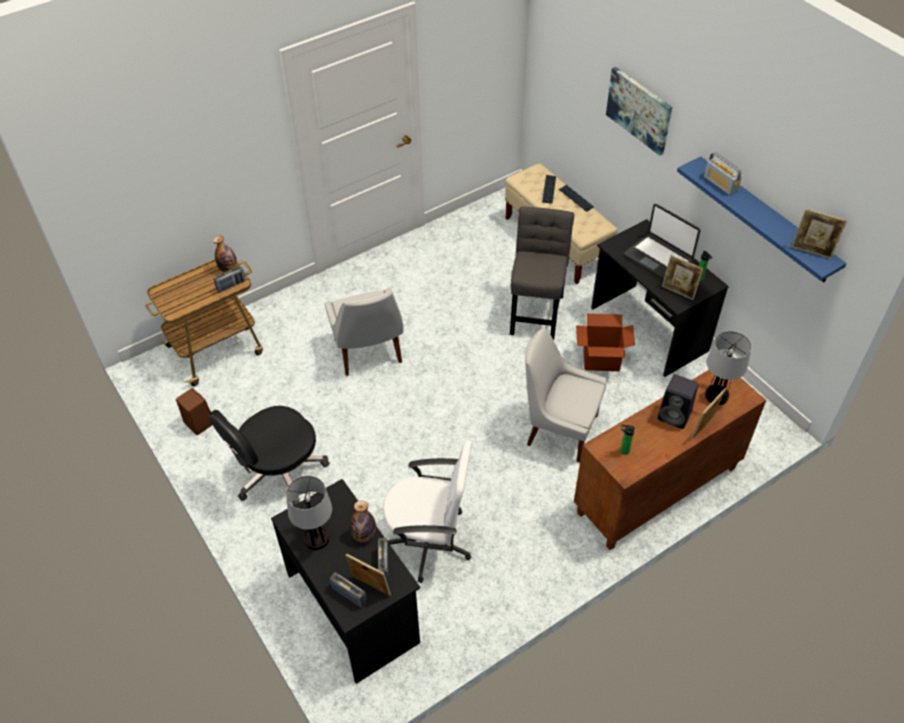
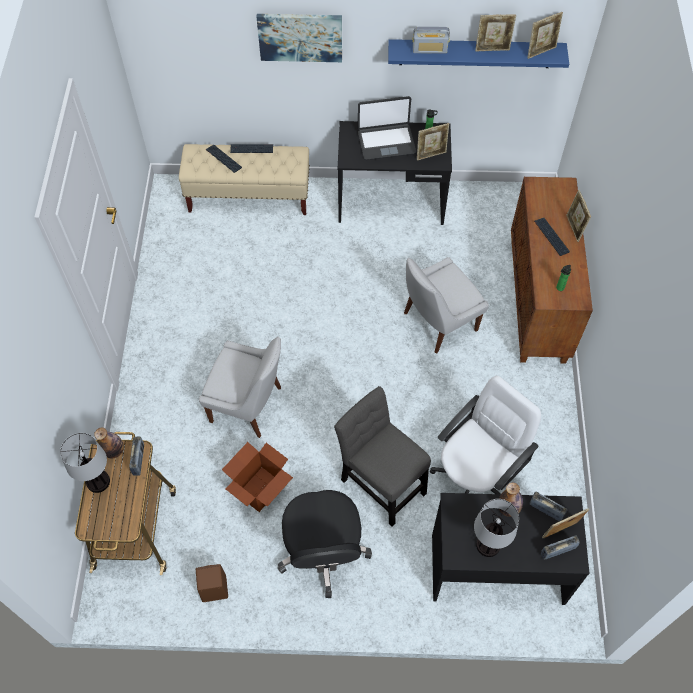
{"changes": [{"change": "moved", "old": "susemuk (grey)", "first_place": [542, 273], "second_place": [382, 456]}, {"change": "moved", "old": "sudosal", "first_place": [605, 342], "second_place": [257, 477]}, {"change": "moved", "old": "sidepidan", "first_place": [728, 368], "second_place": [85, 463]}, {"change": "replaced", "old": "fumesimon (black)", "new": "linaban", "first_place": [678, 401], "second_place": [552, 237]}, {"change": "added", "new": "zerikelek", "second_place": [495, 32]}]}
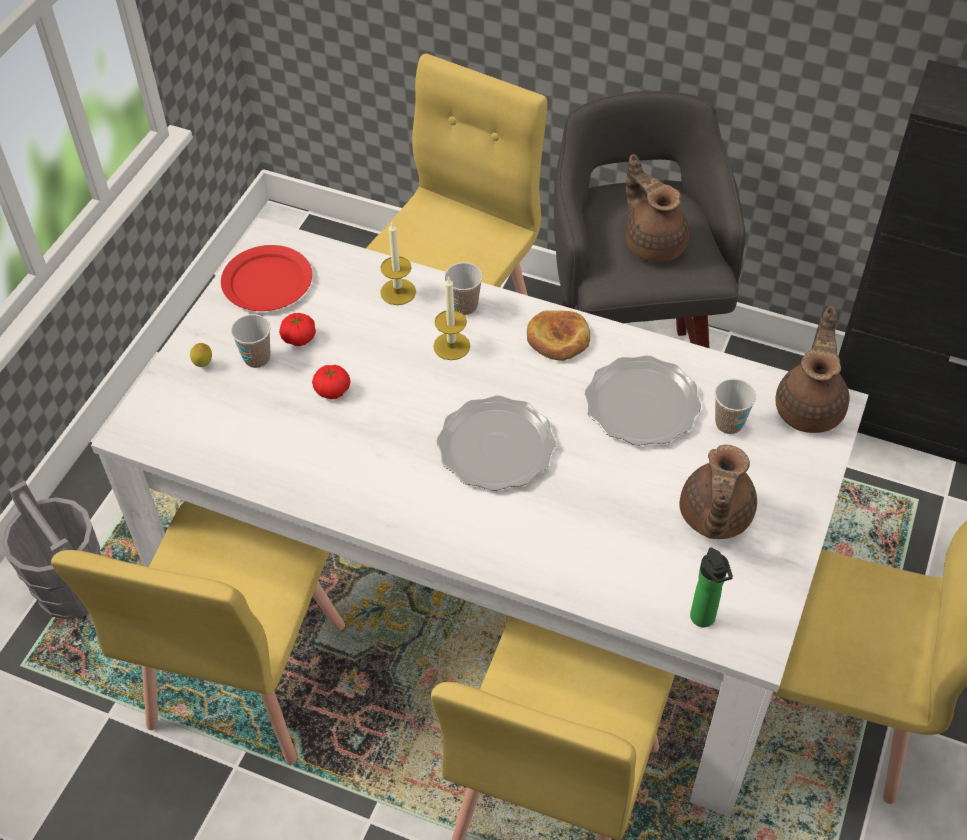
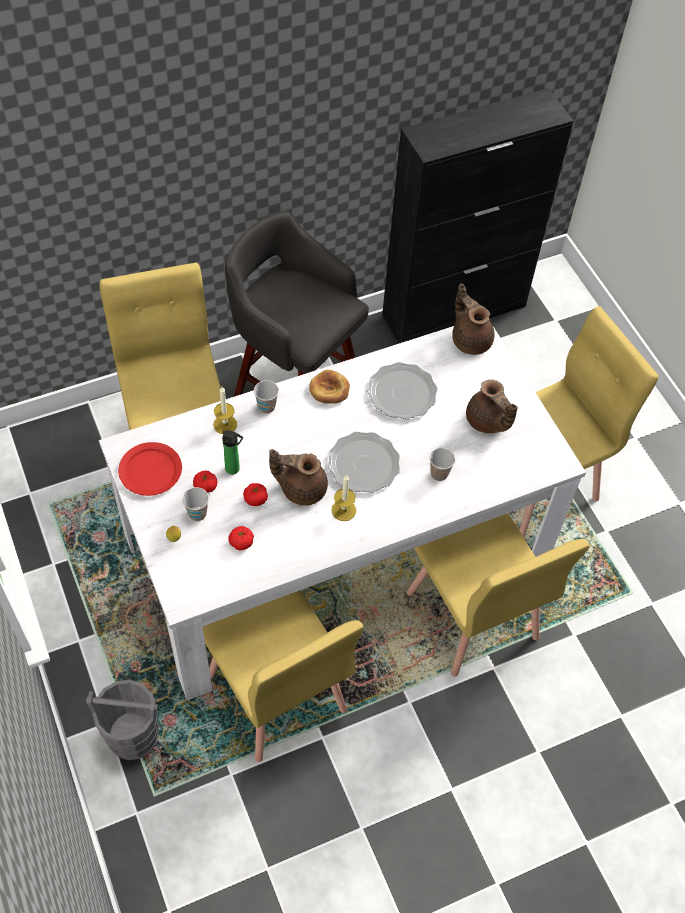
{"changes": [{"change": "moved", "old": "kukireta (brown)", "first_place": [657, 208], "second_place": [298, 477]}, {"change": "moved", "old": "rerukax", "first_place": [451, 318], "second_place": [343, 498]}, {"change": "moved", "old": "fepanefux", "first_place": [735, 406], "second_place": [442, 464]}, {"change": "moved", "old": "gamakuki", "first_place": [711, 587], "second_place": [232, 452]}, {"change": "added", "new": "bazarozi", "second_place": [241, 538]}]}
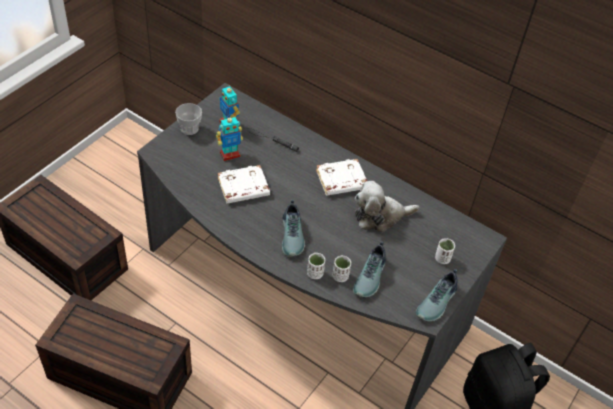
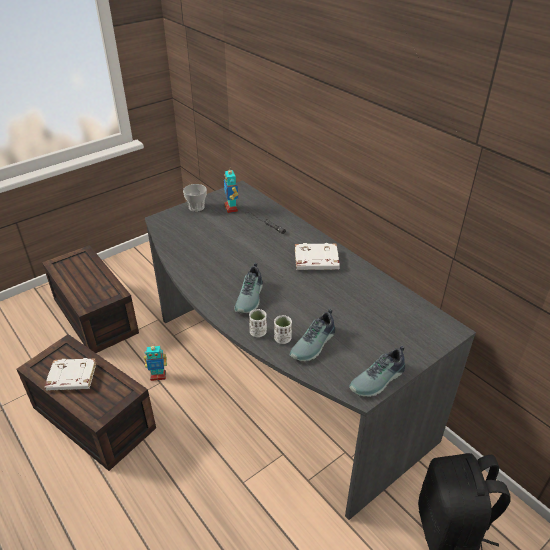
{"changes": [{"change": "moved", "old": "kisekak", "first_place": [229, 138], "second_place": [155, 362]}, {"change": "moved", "old": "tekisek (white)", "first_place": [243, 184], "second_place": [71, 374]}, {"change": "removed", "old": "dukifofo", "first_place": [387, 206]}, {"change": "removed", "old": "fepanefux (white)", "first_place": [445, 251]}]}
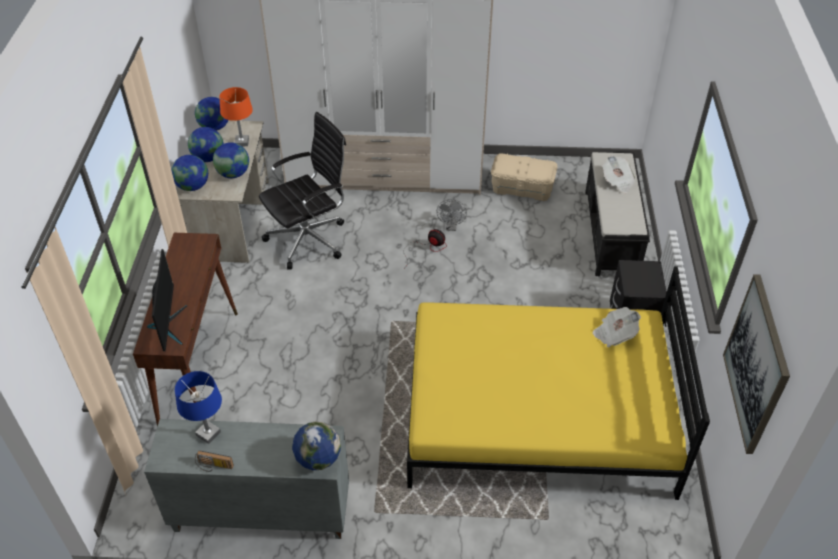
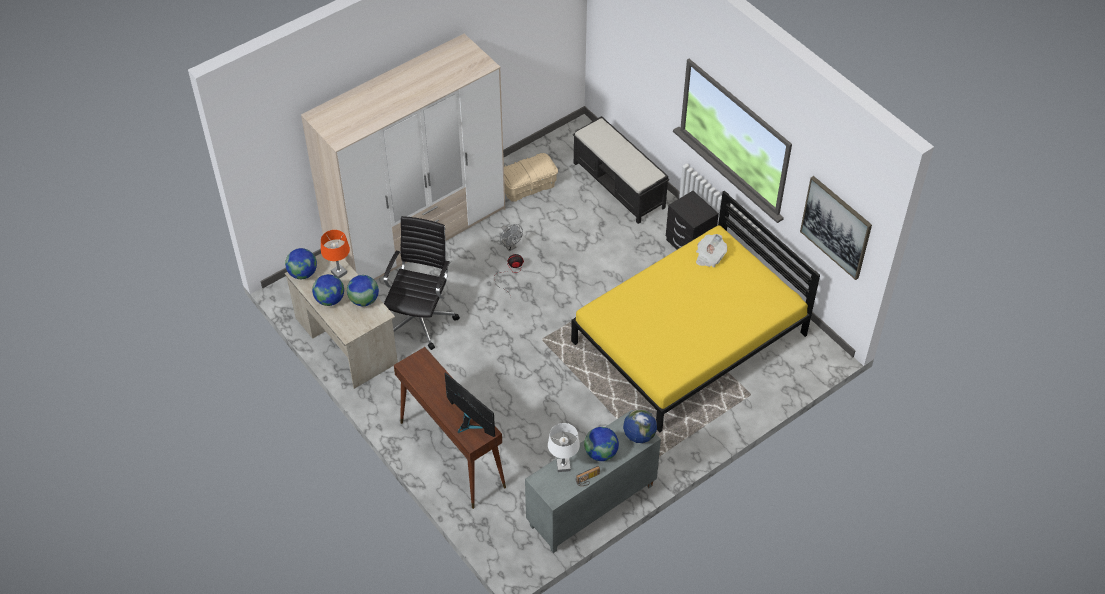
{"changes": [{"change": "moved", "old": "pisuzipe", "first_place": [189, 173], "second_place": [601, 444]}, {"change": "removed", "old": "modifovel", "first_place": [620, 174]}, {"change": "recoloured", "old": "sidepidan (blue)", "new": "sidepidan (white)", "first_place": [198, 407], "second_place": [564, 447]}]}
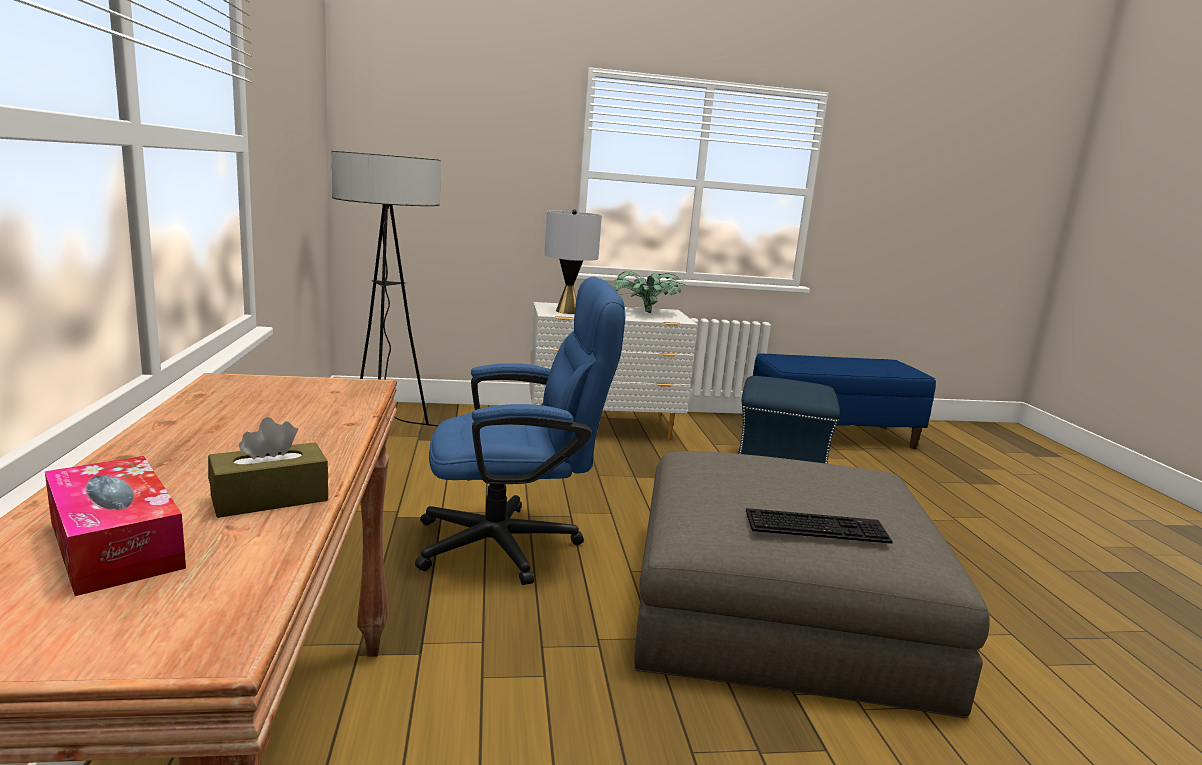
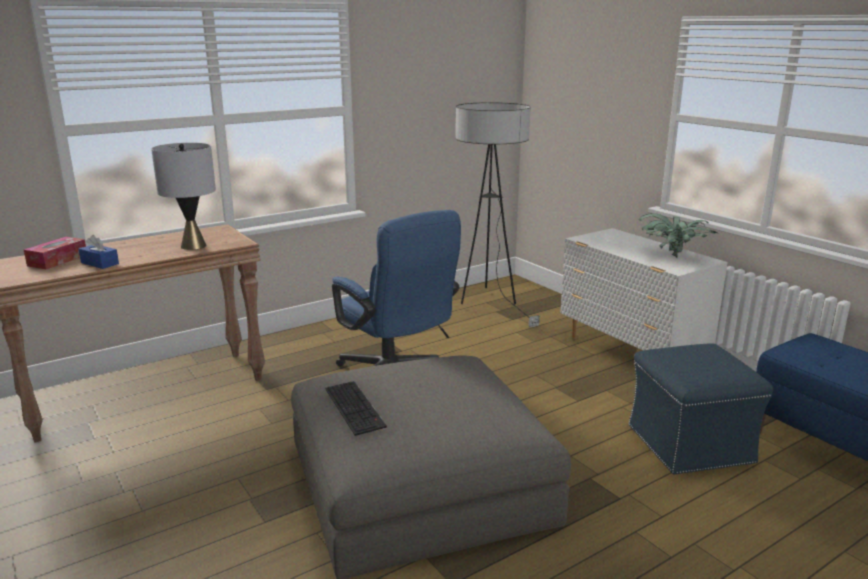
{"changes": [{"change": "moved", "old": "sidepidan (grey)", "first_place": [573, 261], "second_place": [183, 196]}, {"change": "recoloured", "old": "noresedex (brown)", "new": "noresedex (blue)", "first_place": [268, 467], "second_place": [99, 252]}]}
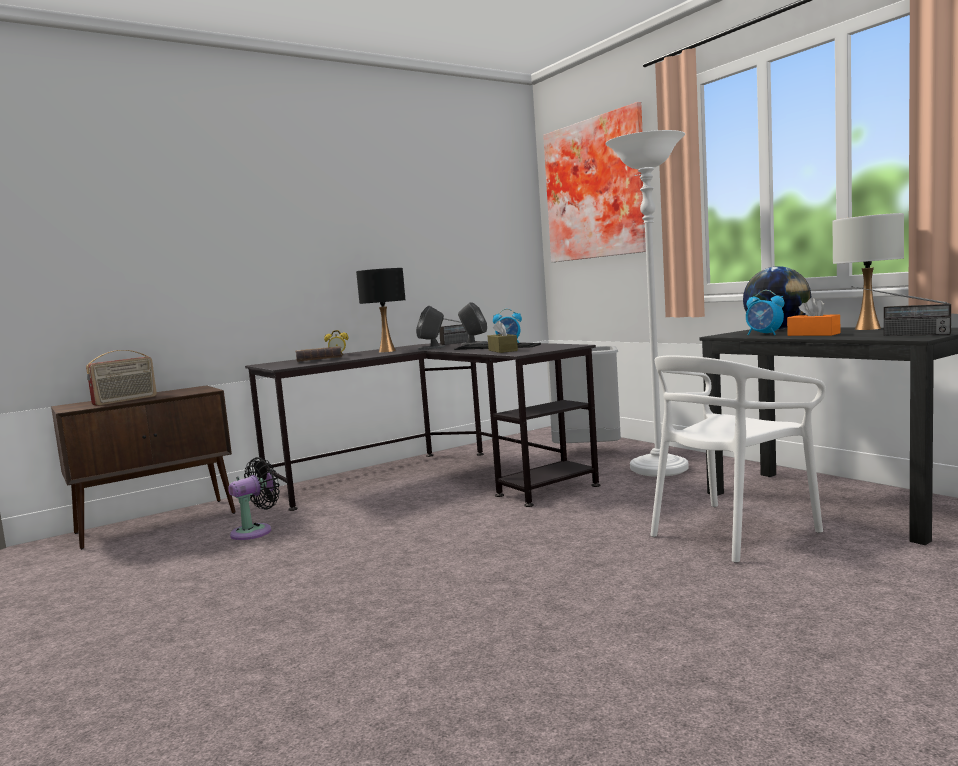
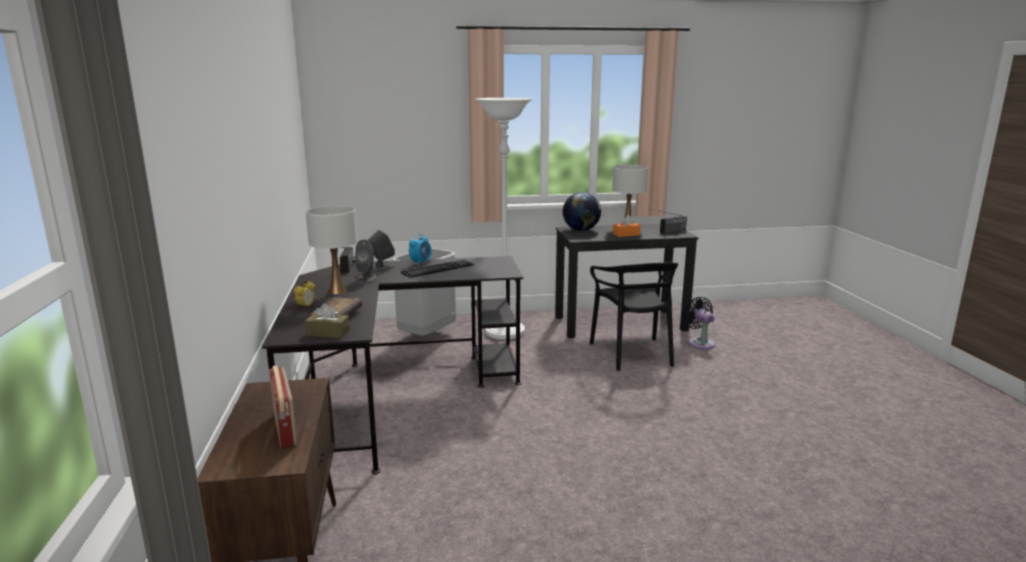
{"changes": [{"change": "removed", "old": "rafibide", "first_place": [594, 182]}, {"change": "recoloured", "old": "sidepidan (black)", "new": "sidepidan (white)", "first_place": [380, 310], "second_place": [332, 249]}, {"change": "removed", "old": "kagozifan", "first_place": [765, 312]}, {"change": "moved", "old": "noresedex (brown)", "first_place": [503, 336], "second_place": [327, 320]}, {"change": "recoloured", "old": "susemuk (white)", "new": "susemuk (black)", "first_place": [738, 459], "second_place": [634, 316]}, {"change": "moved", "old": "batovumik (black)", "first_place": [254, 498], "second_place": [699, 323]}]}
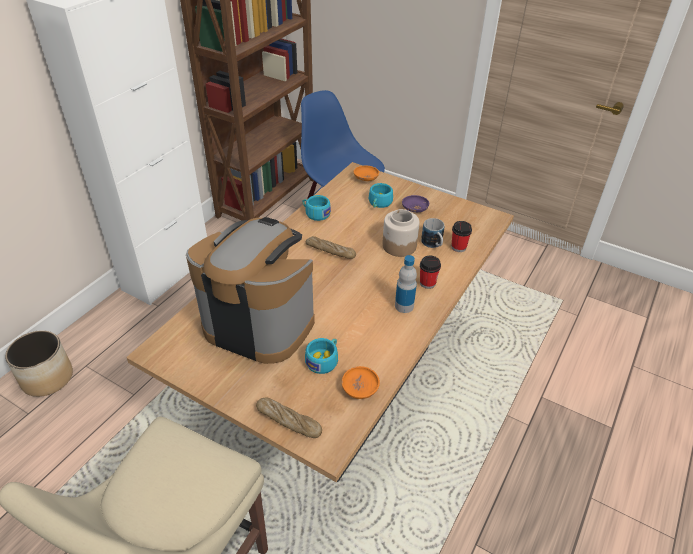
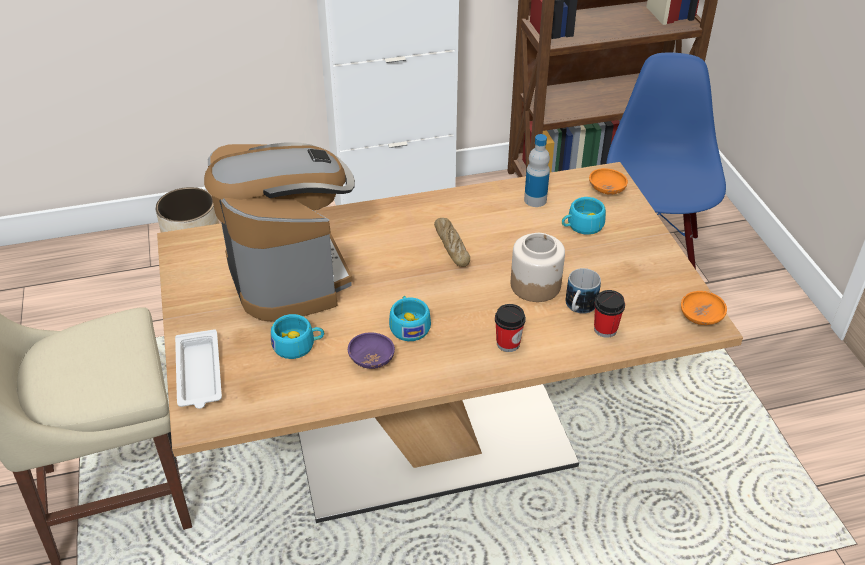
{"changes": [{"change": "moved", "old": "fepanefux (turquoise)", "first_place": [316, 208], "second_place": [410, 318]}, {"change": "moved", "old": "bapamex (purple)", "first_place": [415, 203], "second_place": [371, 351]}, {"change": "moved", "old": "gamakuki", "first_place": [406, 284], "second_place": [537, 170]}, {"change": "moved", "old": "bapamex (orange)", "first_place": [361, 382], "second_place": [704, 308]}, {"change": "replaced", "old": "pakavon", "new": "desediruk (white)", "first_place": [289, 418], "second_place": [198, 369]}]}
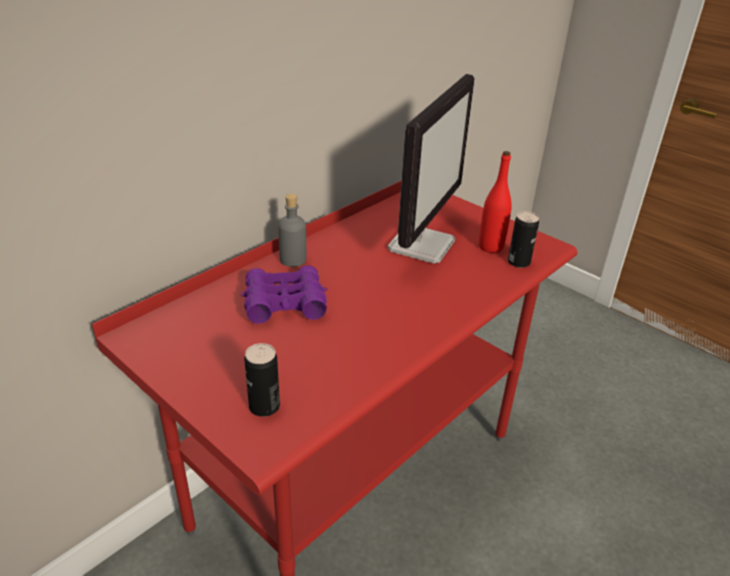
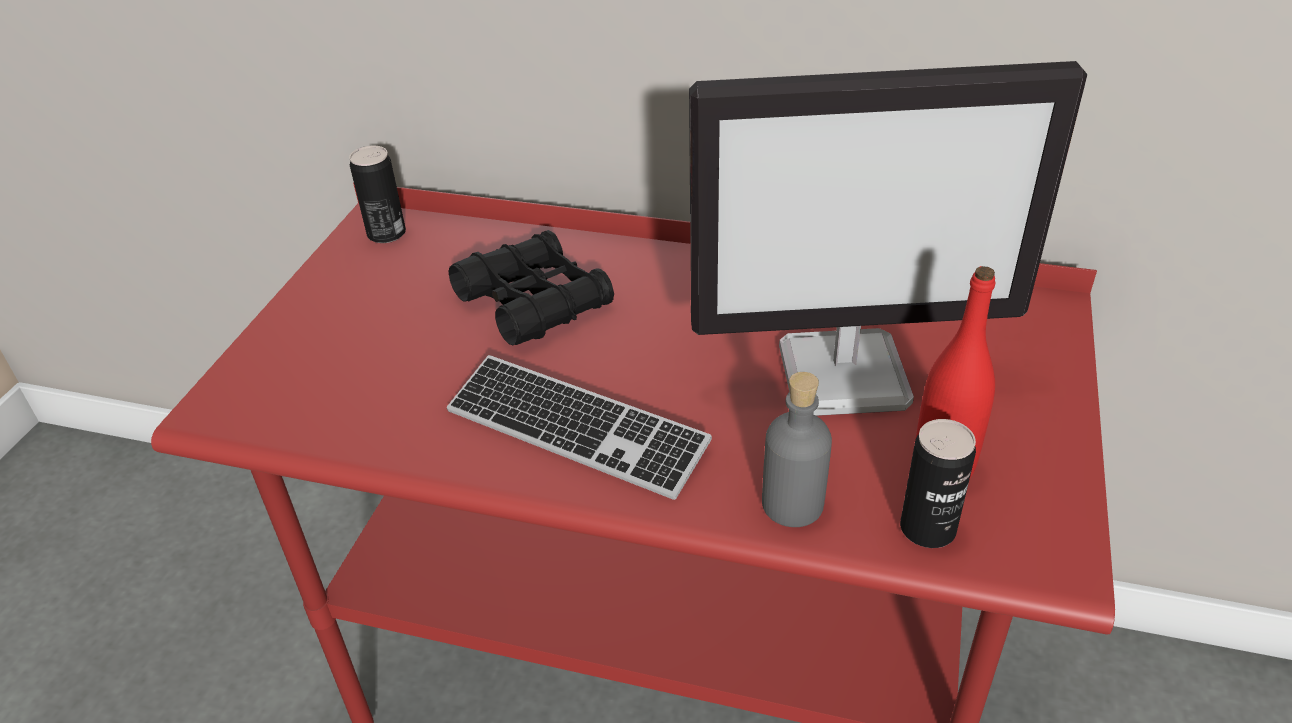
{"changes": [{"change": "moved", "old": "gamakuki (grey)", "first_place": [292, 230], "second_place": [797, 449]}, {"change": "recoloured", "old": "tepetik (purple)", "new": "tepetik (black)", "first_place": [284, 294], "second_place": [531, 287]}, {"change": "moved", "old": "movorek", "first_place": [262, 380], "second_place": [377, 194]}, {"change": "added", "new": "linaban", "second_place": [579, 427]}]}
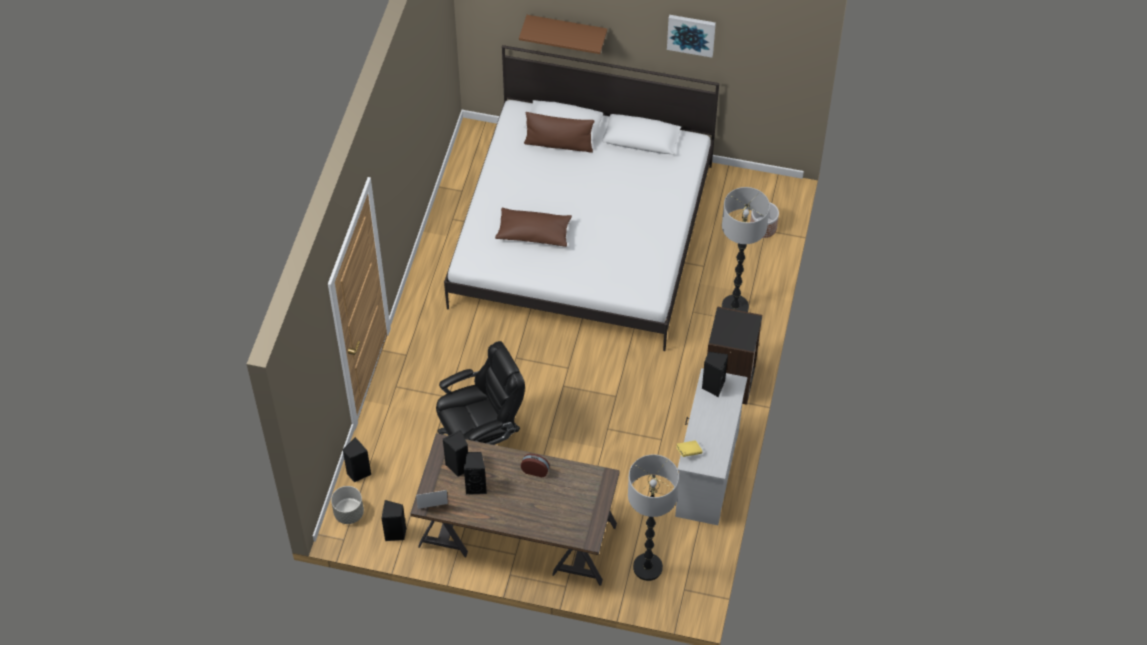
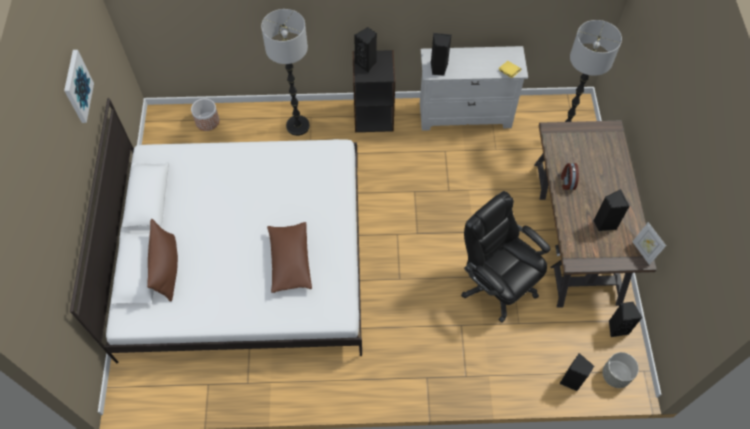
{"changes": [{"change": "removed", "old": "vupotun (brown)", "first_place": [563, 34]}, {"change": "moved", "old": "fumesimon (black)", "first_place": [455, 453], "second_place": [365, 49]}]}
